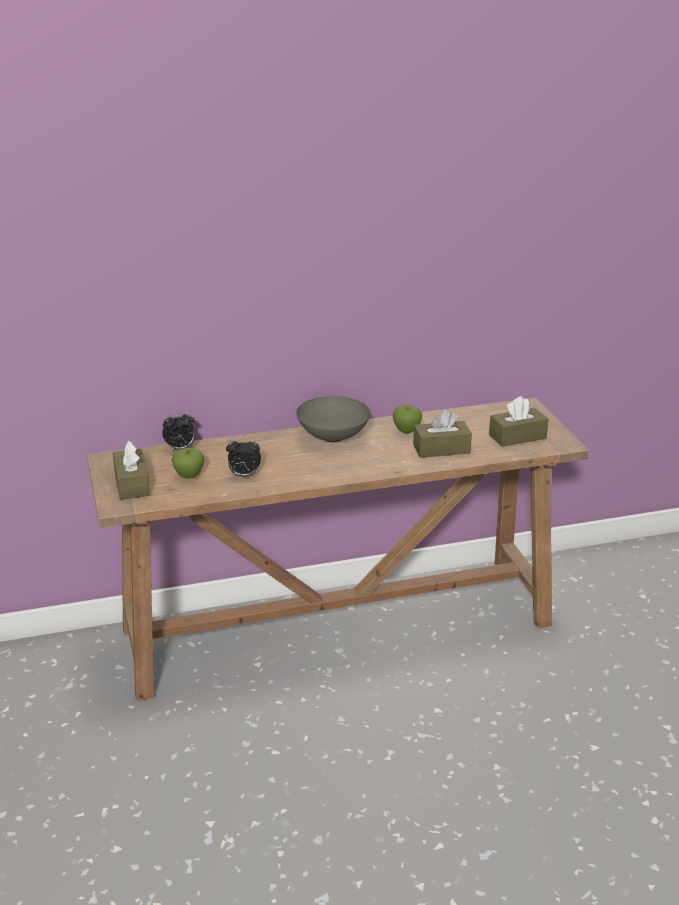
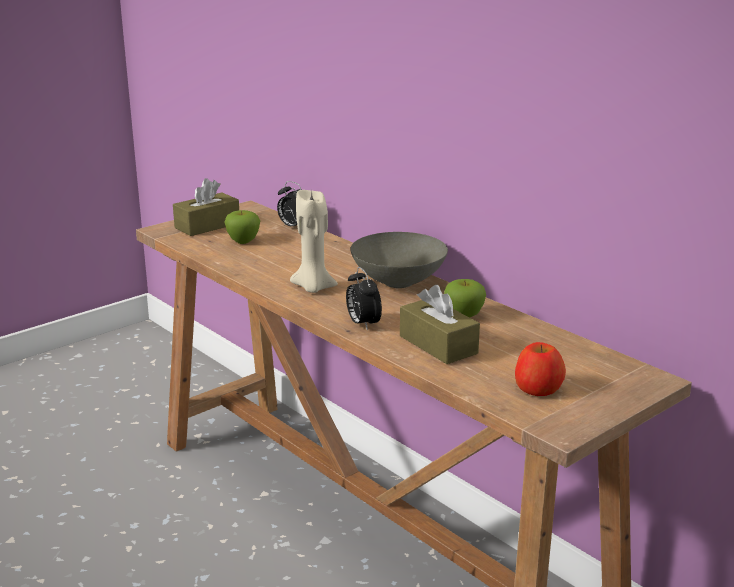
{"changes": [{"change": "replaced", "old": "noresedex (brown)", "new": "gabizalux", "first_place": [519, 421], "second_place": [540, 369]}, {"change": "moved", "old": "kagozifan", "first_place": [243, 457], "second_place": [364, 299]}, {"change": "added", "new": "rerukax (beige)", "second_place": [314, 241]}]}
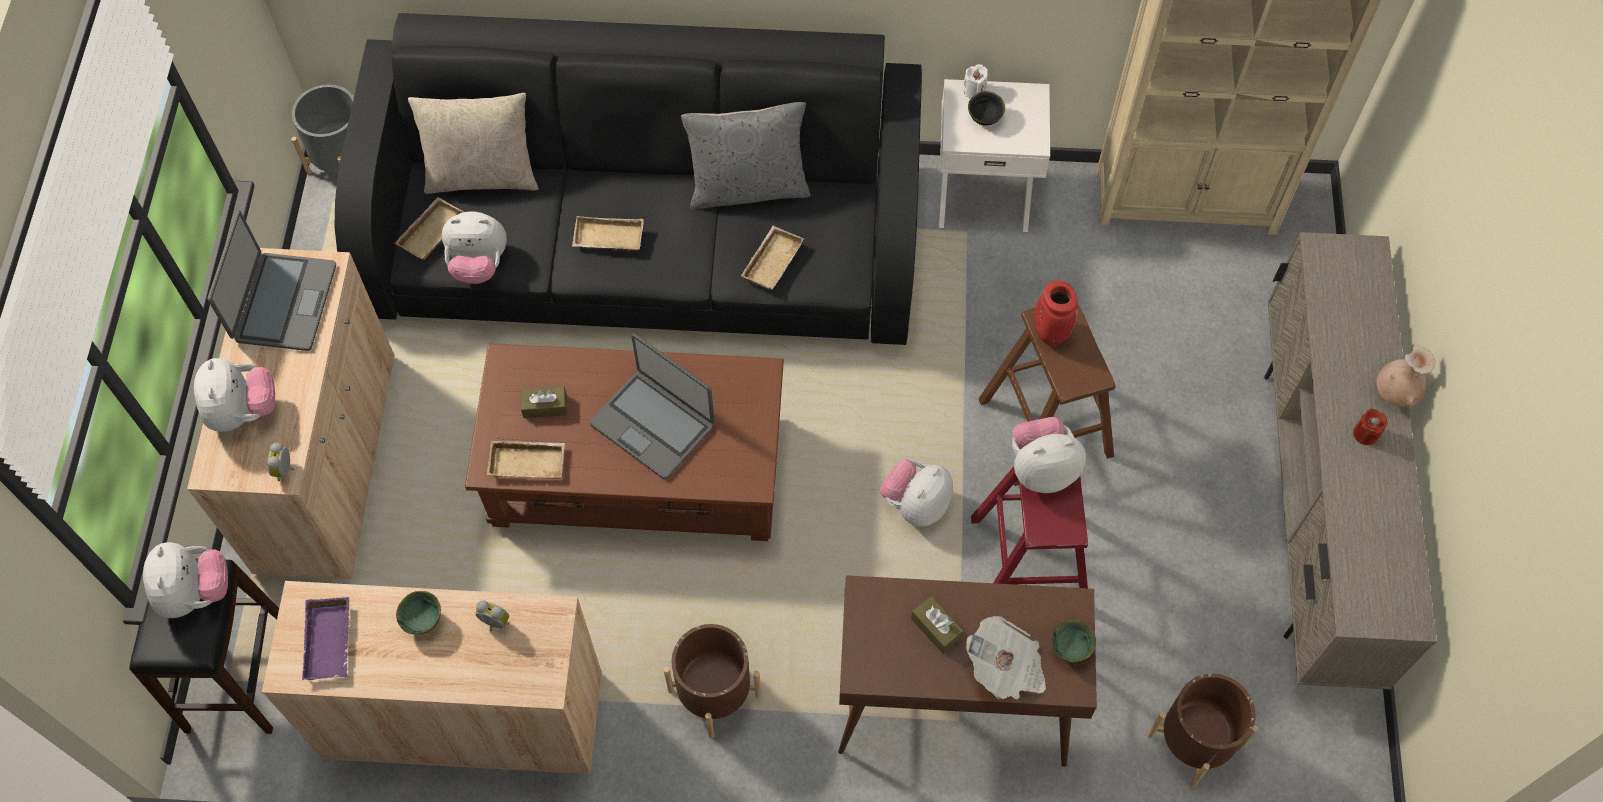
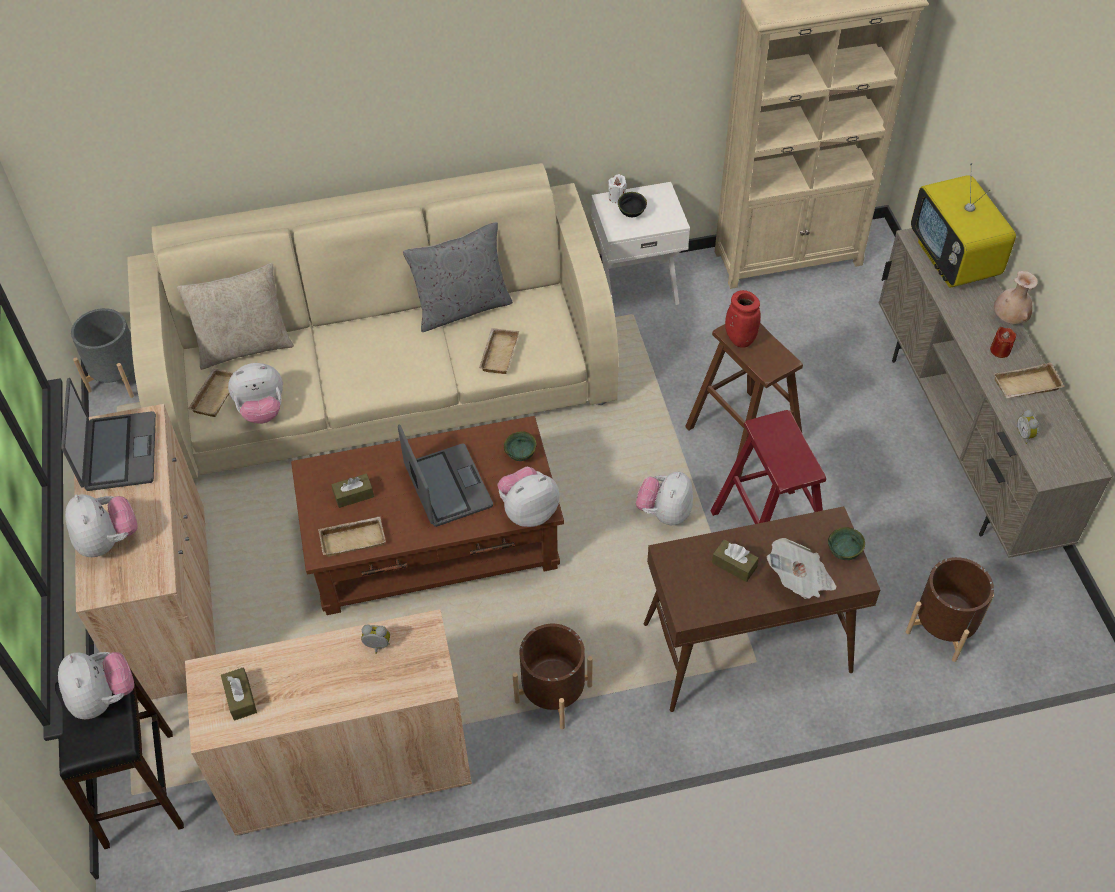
{"changes": [{"change": "recoloured", "old": "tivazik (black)", "new": "tivazik (beige)", "first_place": [628, 179], "second_place": [373, 321]}, {"change": "moved", "old": "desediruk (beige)", "first_place": [608, 233], "second_place": [1029, 380]}, {"change": "turned", "old": "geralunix", "first_place": [652, 406], "second_place": [445, 475], "degrees": -135}, {"change": "moved", "old": "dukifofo", "first_place": [1049, 455], "second_place": [529, 497]}, {"change": "moved", "old": "kagozifan", "first_place": [281, 462], "second_place": [1028, 427]}, {"change": "moved", "old": "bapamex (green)", "first_place": [418, 612], "second_place": [520, 446]}, {"change": "replaced", "old": "desediruk (purple)", "new": "noresedex (brown)", "first_place": [325, 638], "second_place": [239, 694]}, {"change": "added", "new": "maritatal", "second_place": [963, 225]}]}
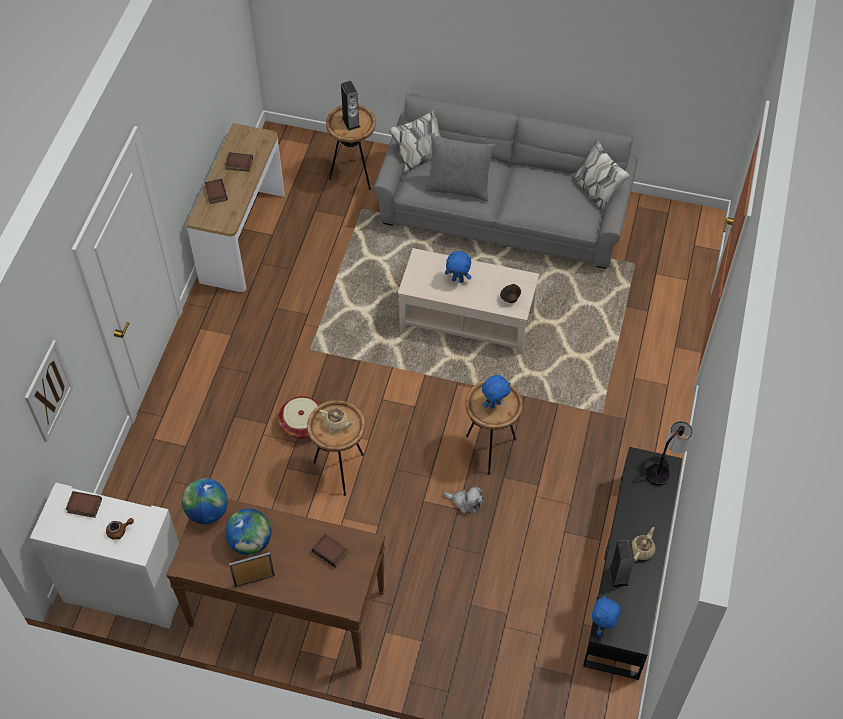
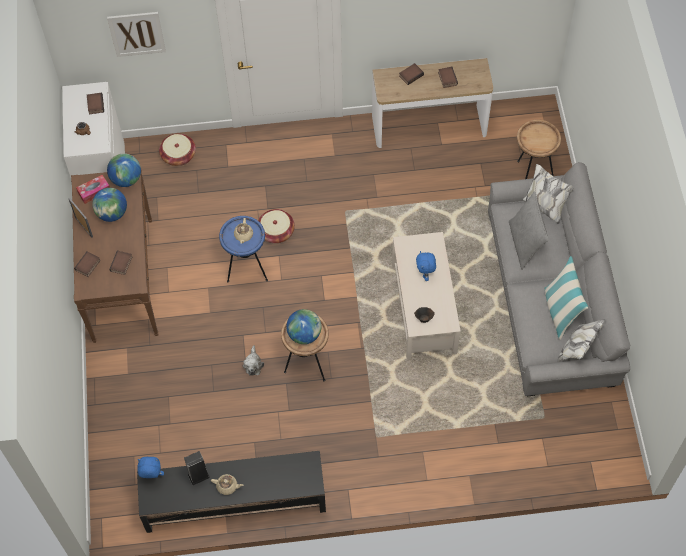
{"changes": [{"change": "removed", "old": "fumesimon", "first_place": [350, 106]}, {"change": "replaced", "old": "dukifofo (blue)", "new": "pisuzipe", "first_place": [496, 392], "second_place": [303, 326]}, {"change": "recoloured", "old": "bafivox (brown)", "new": "bafivox (blue)", "first_place": [336, 448], "second_place": [243, 249]}, {"change": "removed", "old": "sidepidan", "first_place": [669, 453]}, {"change": "added", "new": "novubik", "second_place": [177, 149]}, {"change": "added", "new": "noresedex", "second_place": [93, 189]}, {"change": "added", "new": "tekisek", "second_place": [87, 264]}, {"change": "added", "new": "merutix", "second_place": [566, 298]}]}
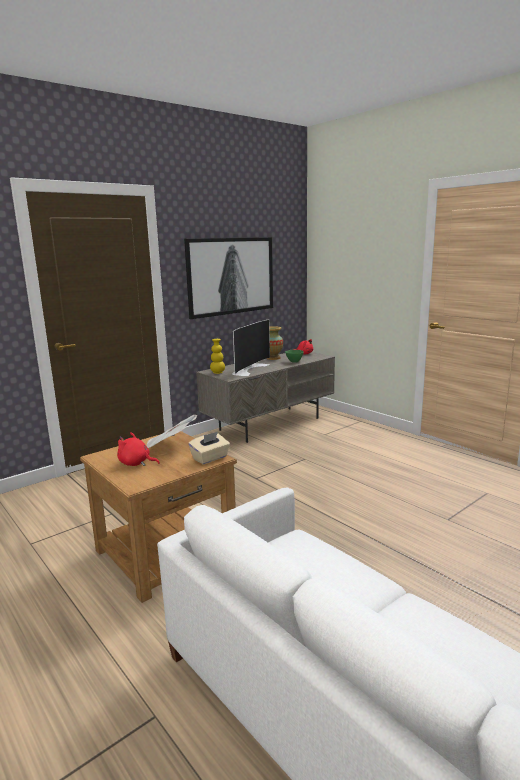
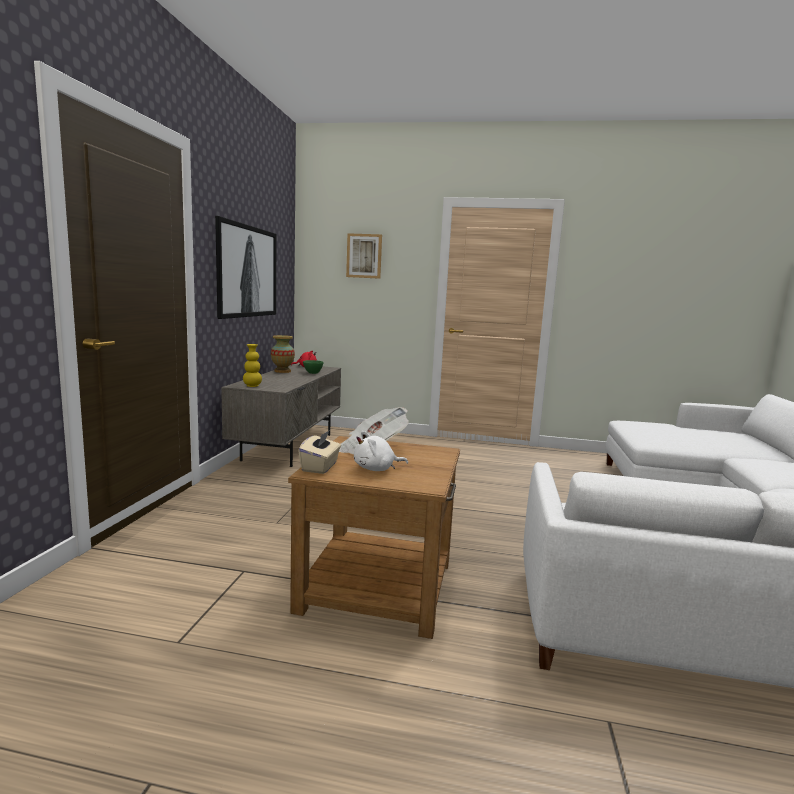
{"changes": [{"change": "removed", "old": "maritatal", "first_place": [251, 347]}, {"change": "recoloured", "old": "dukifofo (red)", "new": "dukifofo (white)", "first_place": [138, 449], "second_place": [381, 451]}, {"change": "moved", "old": "noresedex (beige)", "first_place": [209, 448], "second_place": [319, 452]}, {"change": "added", "new": "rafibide", "second_place": [364, 256]}]}
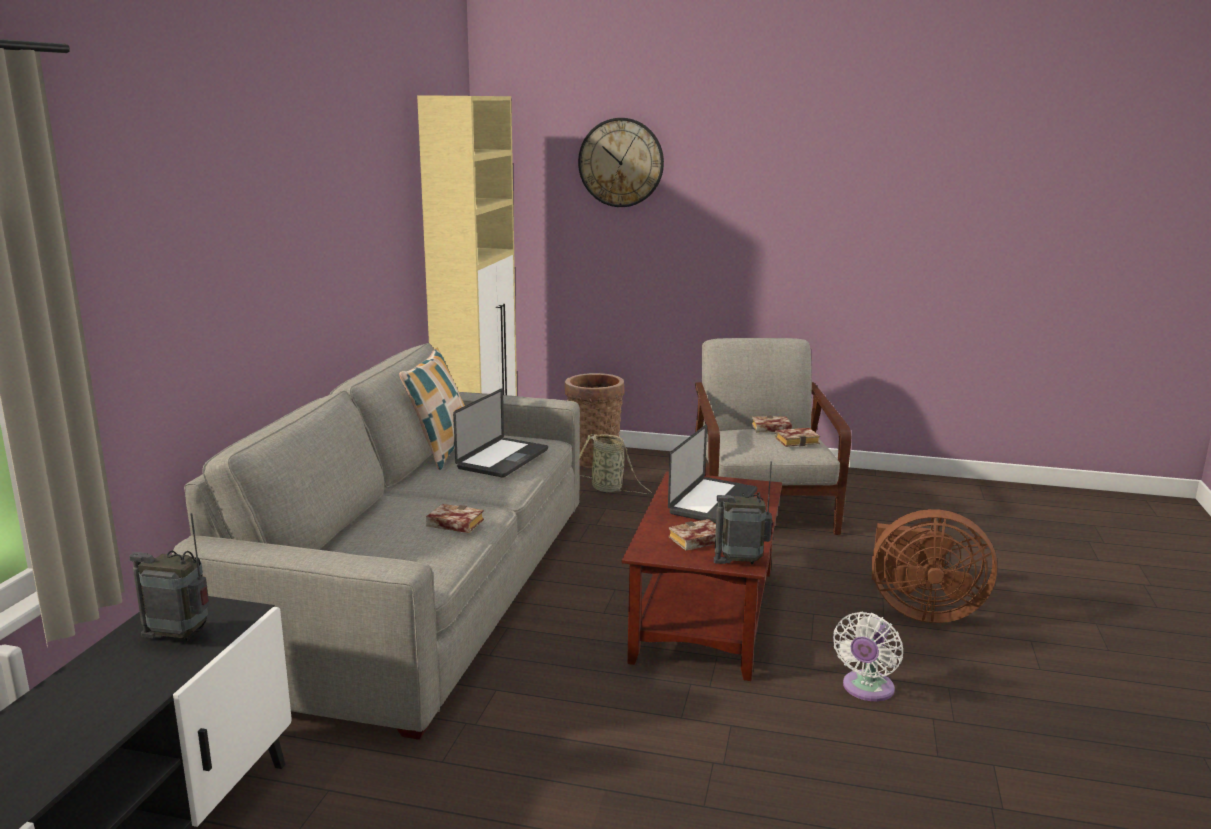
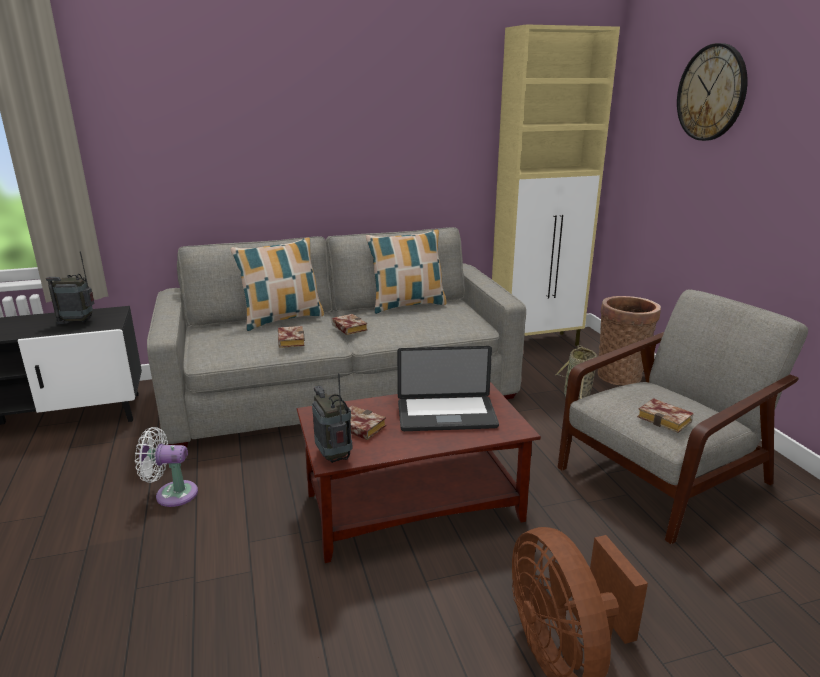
{"changes": [{"change": "removed", "old": "geralunix", "first_place": [500, 433]}, {"change": "moved", "old": "tekisek", "first_place": [772, 424], "second_place": [349, 324]}, {"change": "turned", "old": "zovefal", "first_place": [169, 577], "second_place": [70, 287], "degrees": -75}, {"change": "moved", "old": "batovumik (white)", "first_place": [868, 656], "second_place": [166, 467]}, {"change": "added", "new": "merutix", "second_place": [277, 284]}]}
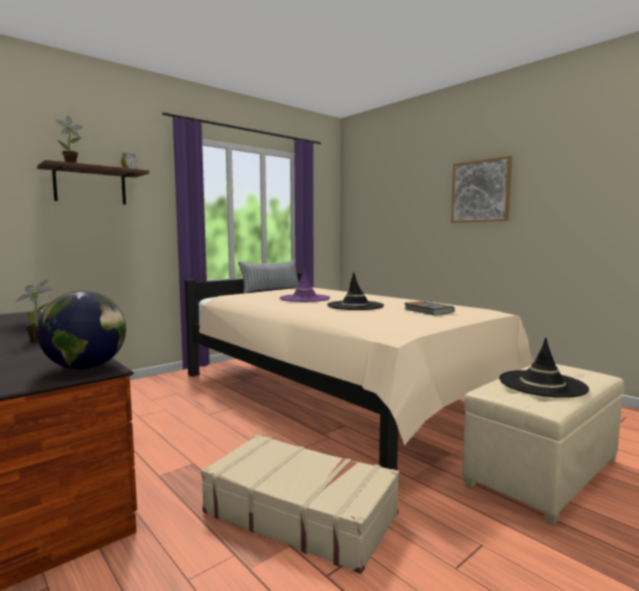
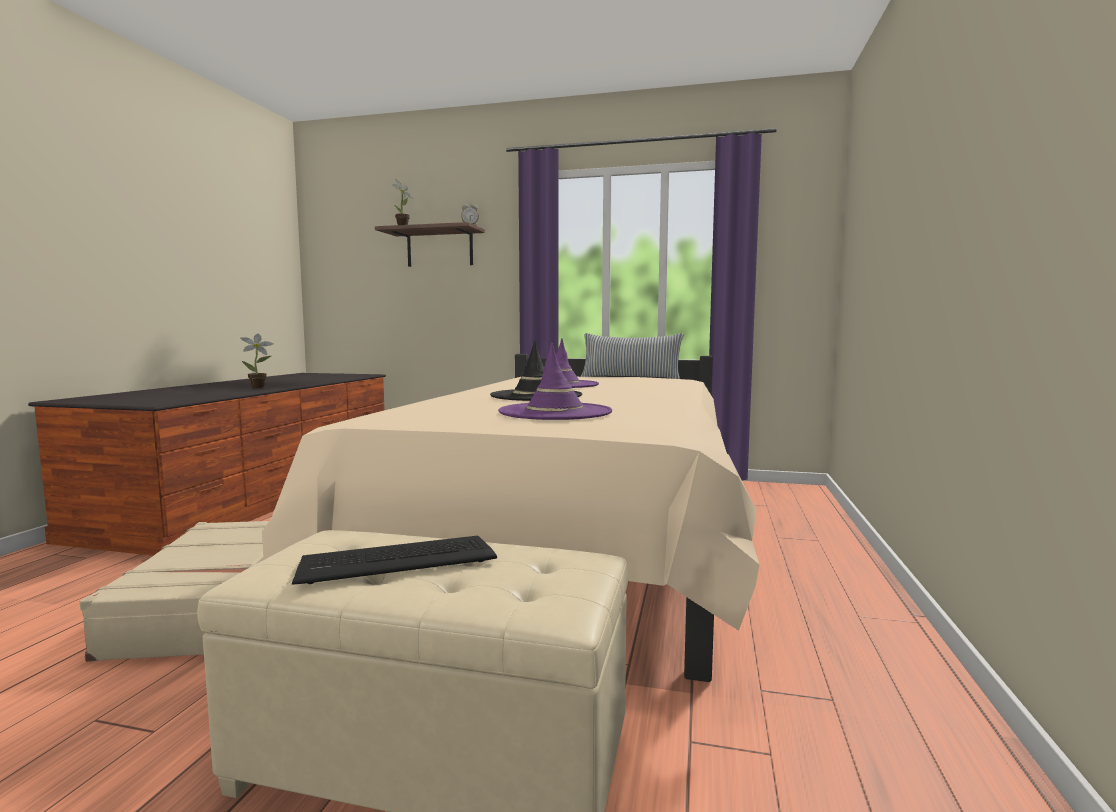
{"changes": [{"change": "removed", "old": "rafibide", "first_place": [481, 189]}, {"change": "removed", "old": "pisuzipe", "first_place": [81, 330]}, {"change": "replaced", "old": "tekisek", "new": "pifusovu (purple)", "first_place": [429, 308], "second_place": [555, 381]}, {"change": "replaced", "old": "pifusovu (black)", "new": "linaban", "first_place": [544, 367], "second_place": [394, 560]}]}
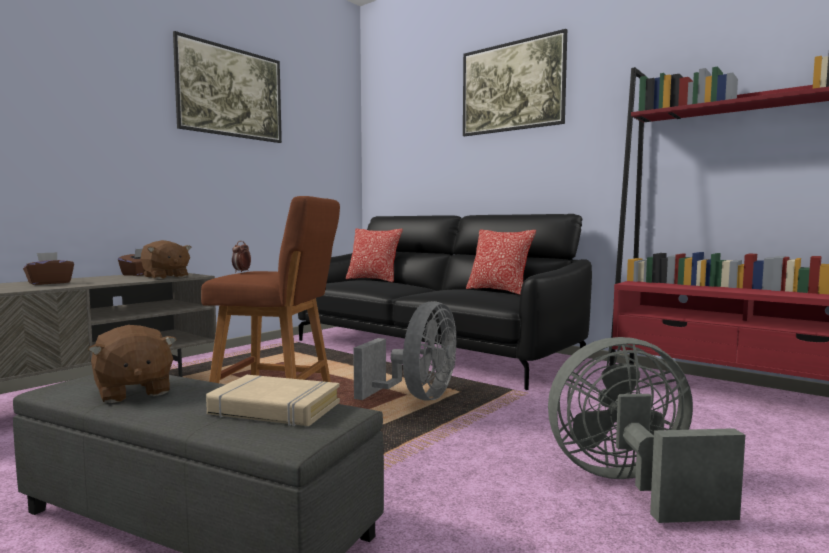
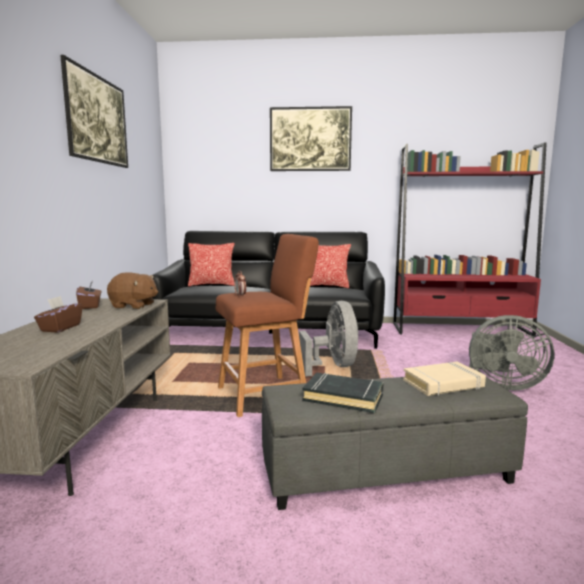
{"changes": [{"change": "replaced", "old": "dukifofo (brown)", "new": "tekisek (black)", "first_place": [132, 364], "second_place": [343, 393]}, {"change": "turned", "old": "batovumik (grey)", "first_place": [646, 430], "second_place": [511, 353], "degrees": -120}]}
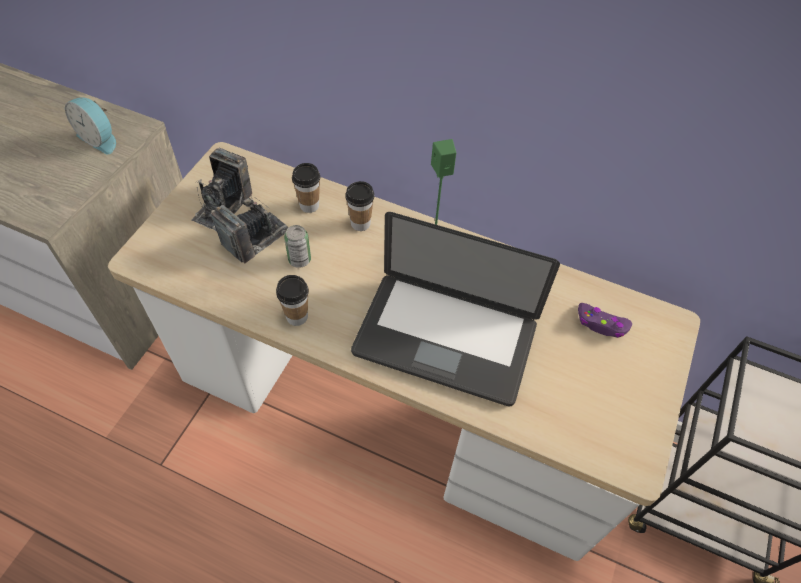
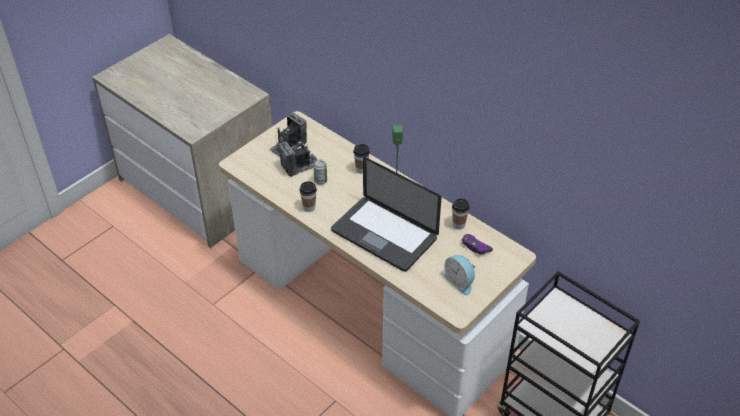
{"changes": [{"change": "moved", "old": "kagozifan", "first_place": [90, 126], "second_place": [459, 275]}, {"change": "moved", "old": "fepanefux", "first_place": [306, 188], "second_place": [460, 214]}]}
